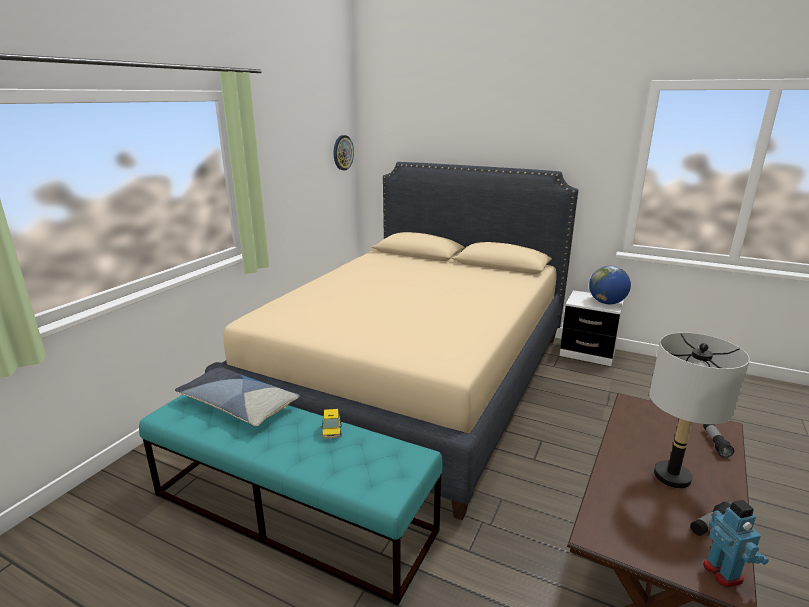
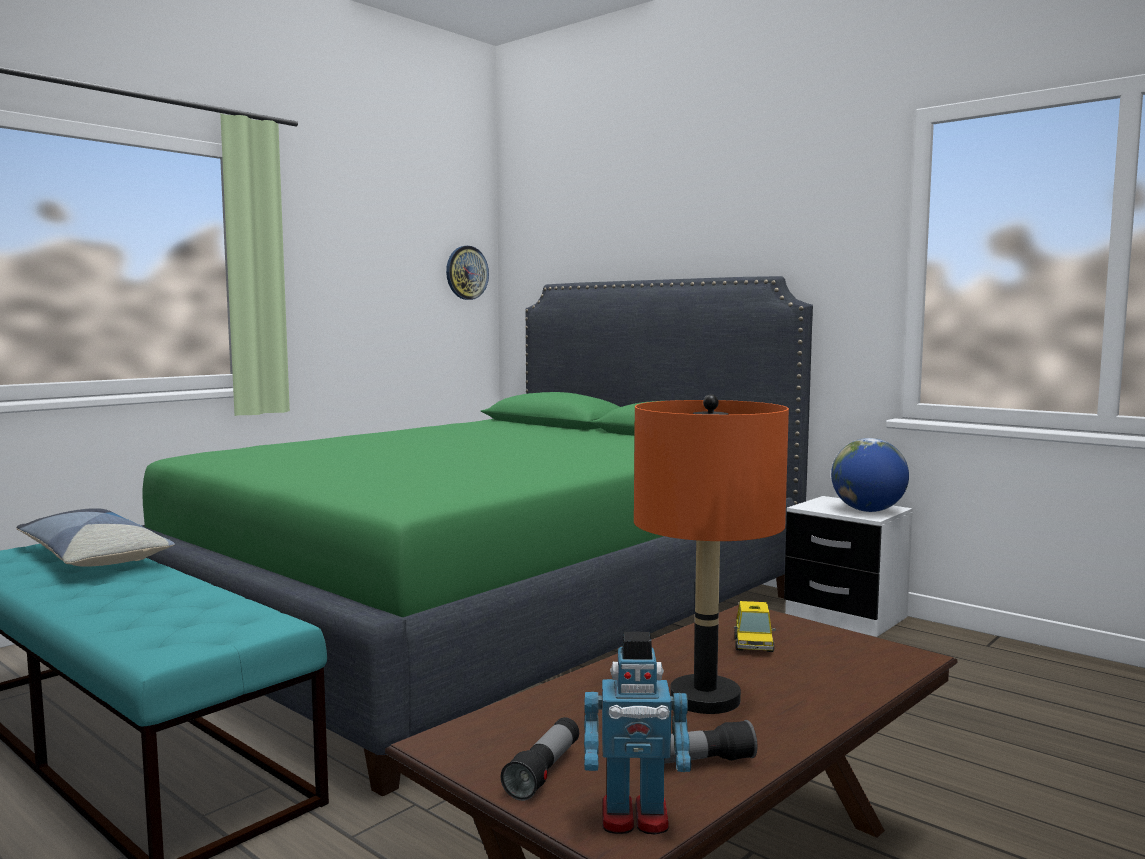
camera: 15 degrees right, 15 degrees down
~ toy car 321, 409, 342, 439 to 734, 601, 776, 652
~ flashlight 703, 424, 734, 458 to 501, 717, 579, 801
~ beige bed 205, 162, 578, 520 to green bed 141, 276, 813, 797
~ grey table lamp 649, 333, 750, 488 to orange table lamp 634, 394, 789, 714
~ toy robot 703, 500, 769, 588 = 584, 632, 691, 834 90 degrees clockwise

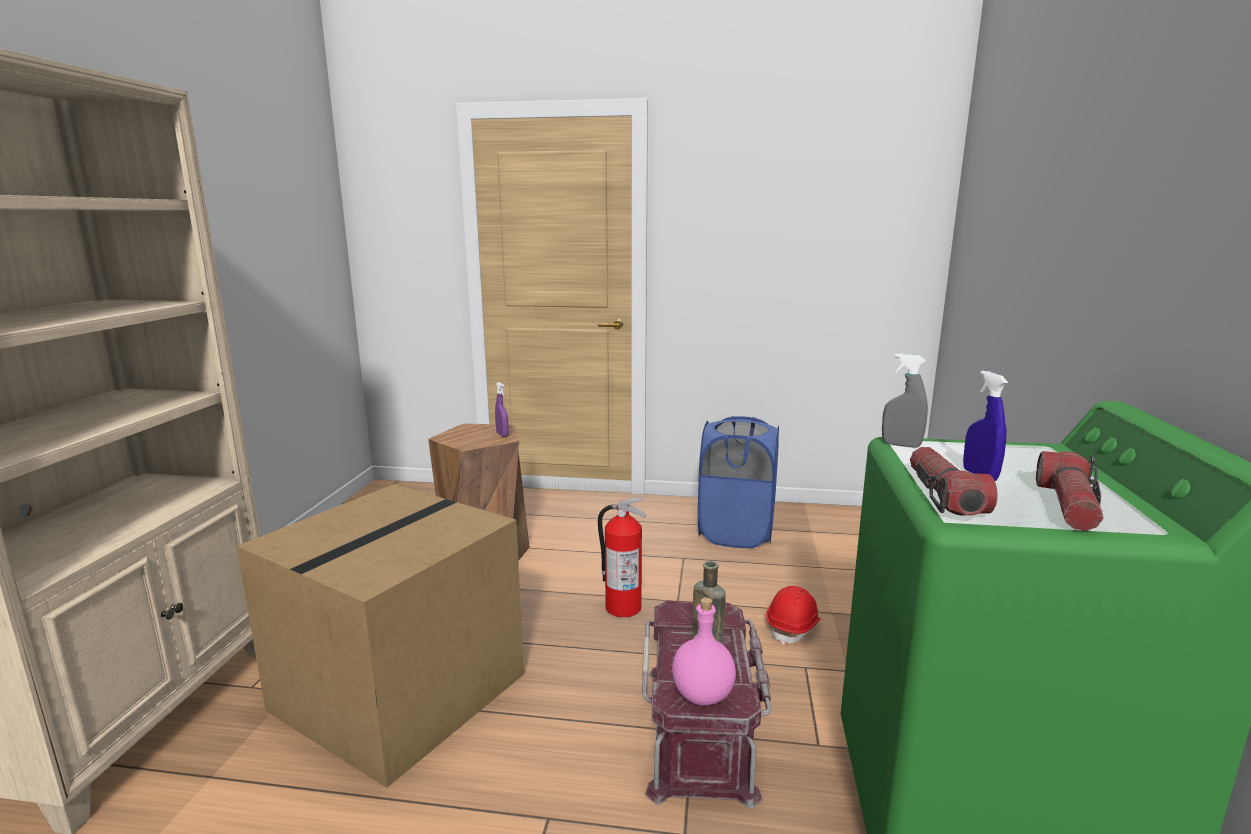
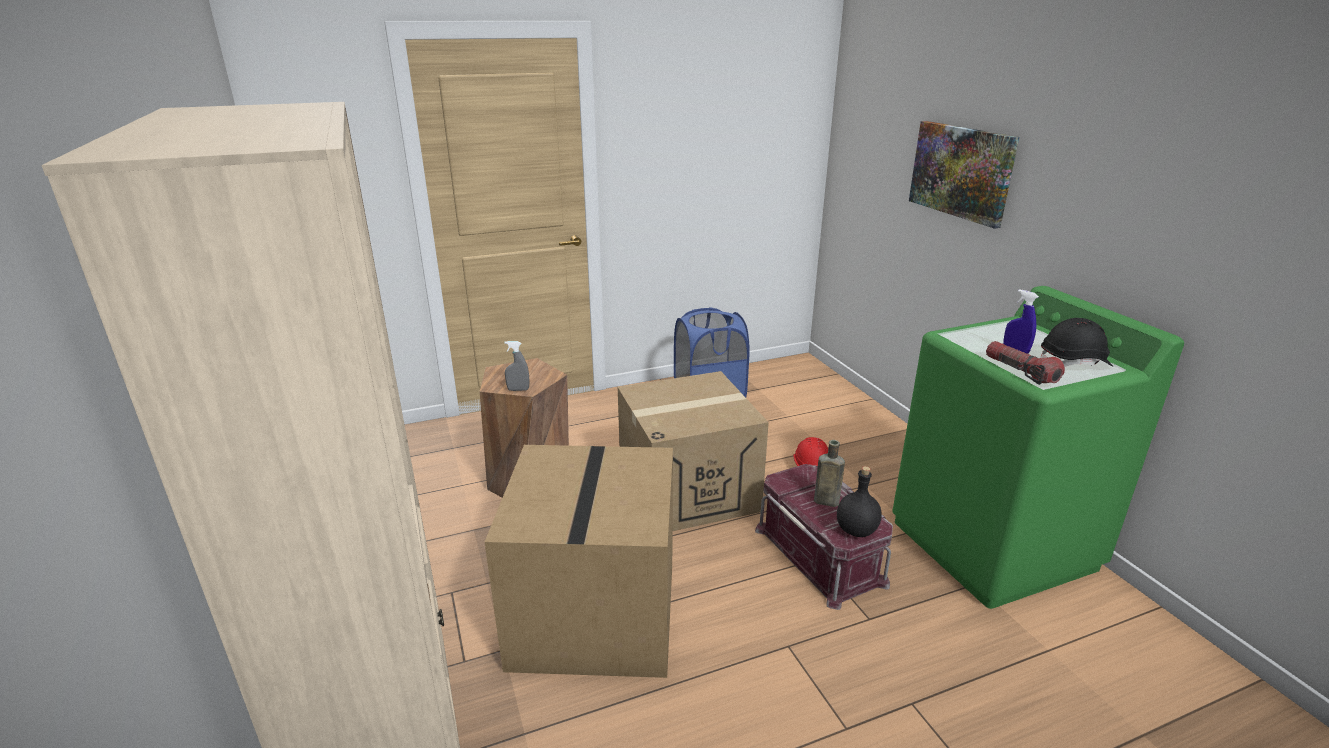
camera: 30 degrees left, 10 degrees up
- purple spray bottle 495, 382, 509, 437
+ picture 909, 121, 1019, 229
~ grey spray bottle 882, 353, 928, 448 to 504, 341, 530, 391
~ fire extinguisher 598, 497, 647, 617 to cardboard box 618, 371, 769, 531
~ flashlight 1036, 451, 1103, 531 to black hard hat 1040, 318, 1114, 367
~ pink bottle 672, 597, 736, 706 to black bottle 837, 466, 882, 537

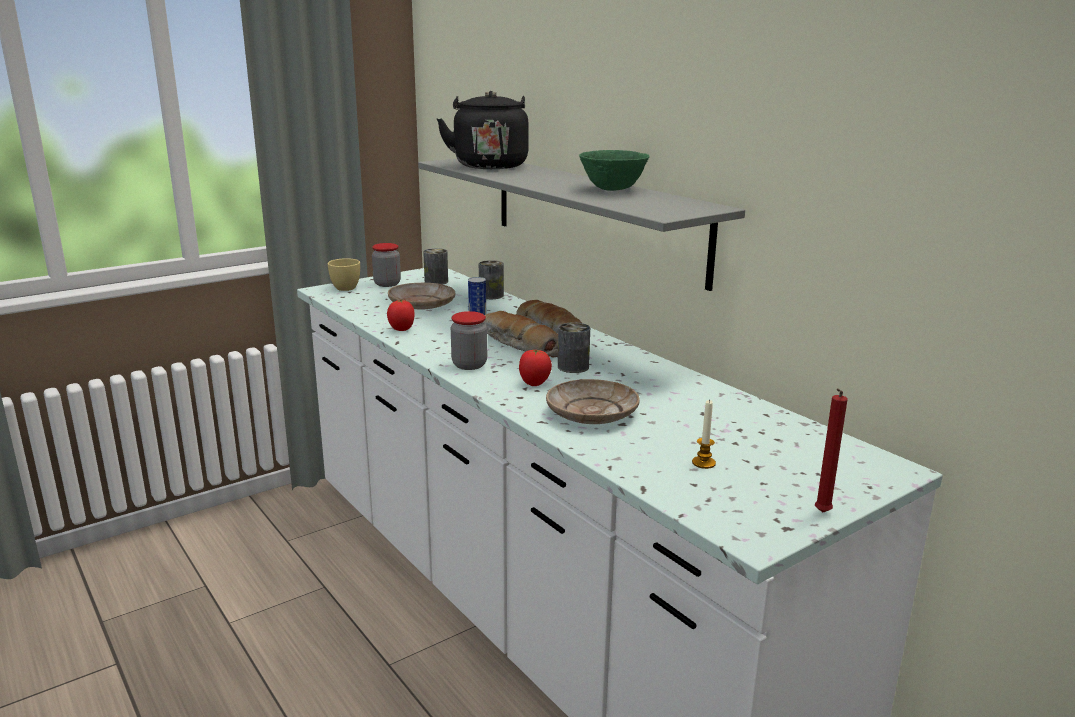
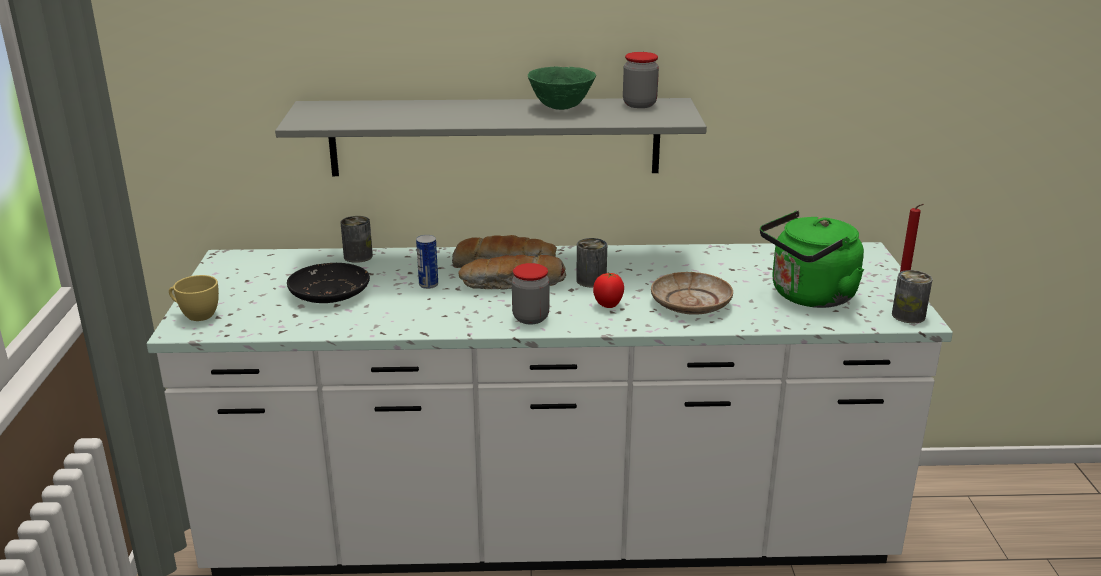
camera: 55 degrees left, 5 degrees up
- tomato 387, 299, 415, 331
- black kettle 437, 91, 529, 169
~ jar 372, 243, 401, 287 to 623, 52, 659, 108
~ can 423, 248, 448, 285 to 892, 270, 932, 323
~ candle 692, 399, 716, 469 to green kettle 760, 211, 864, 308
~ beige plate 388, 283, 455, 310 to black plate 287, 263, 370, 303

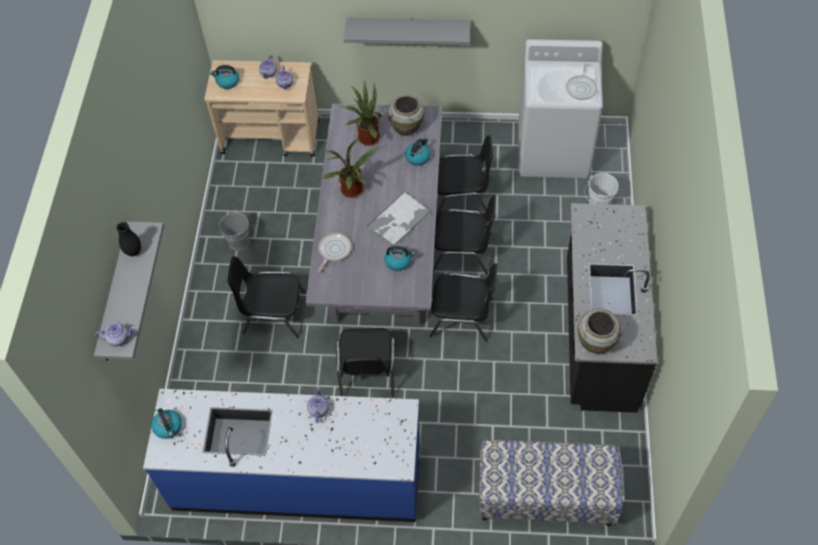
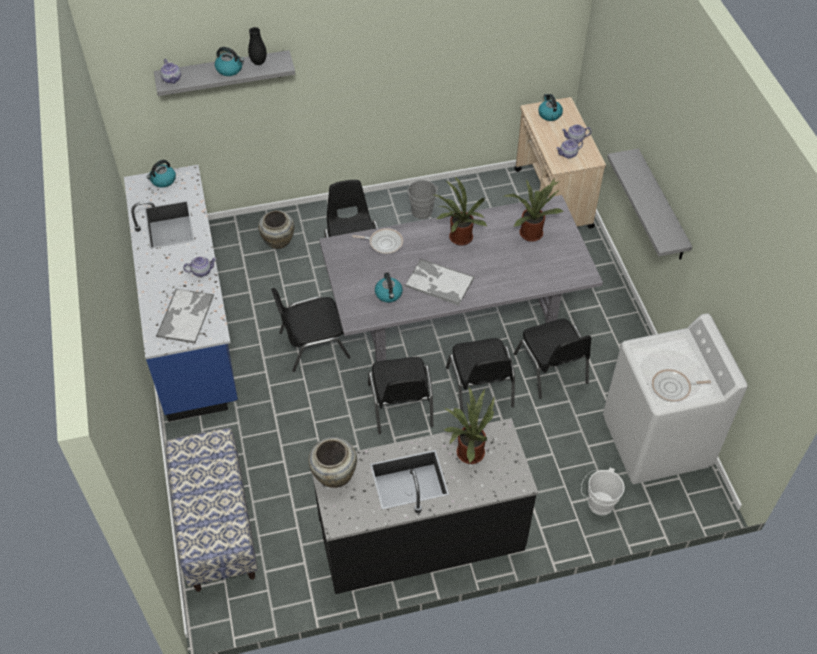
camera: 70 degrees right, 5 degrees down
+ tray 156, 289, 214, 344
+ potted plant 444, 386, 495, 464
~ beige vase 388, 95, 425, 136 to 258, 210, 294, 249
~ kettle 405, 138, 430, 166 to 215, 47, 244, 76

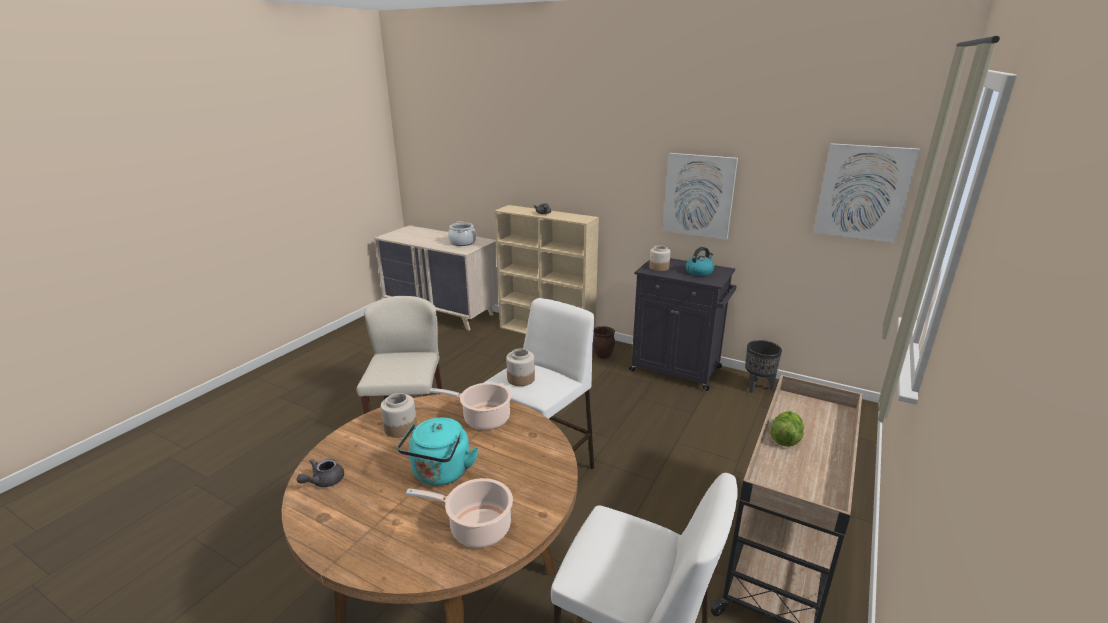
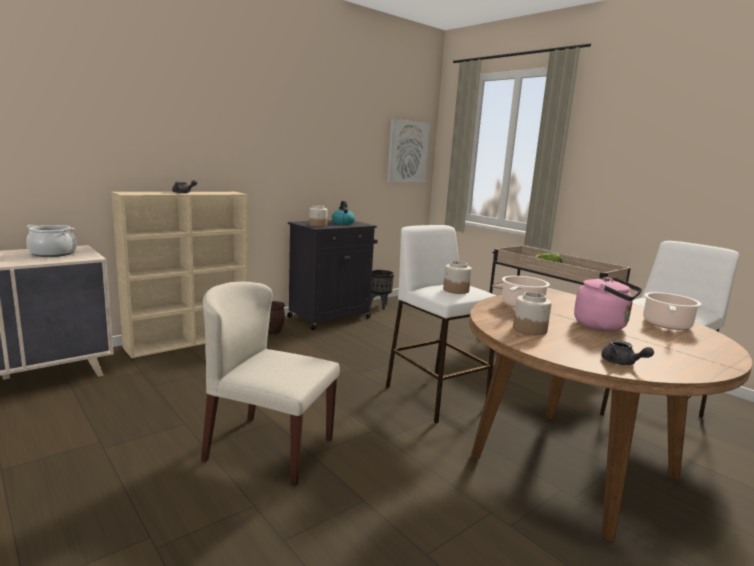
camera: 70 degrees left, 10 degrees down
- picture 663, 153, 738, 240
~ turquoise kettle 397, 418, 478, 486 to pink kettle 574, 277, 642, 331

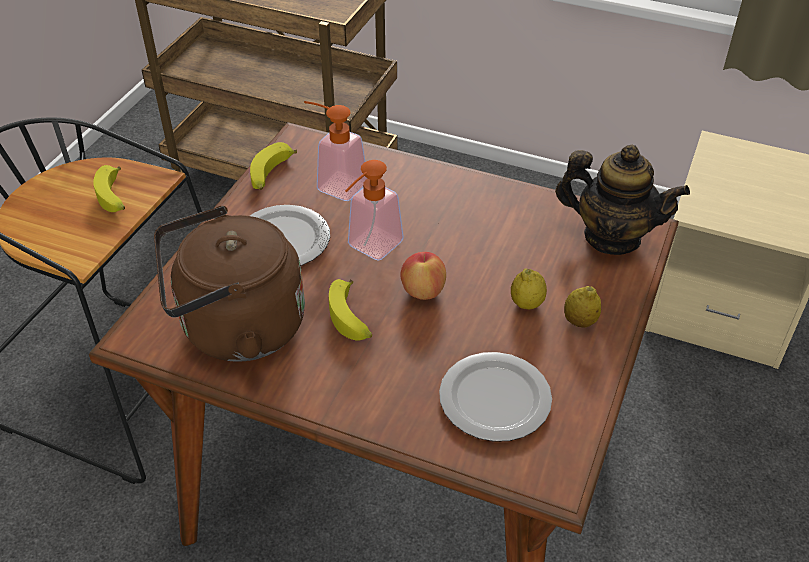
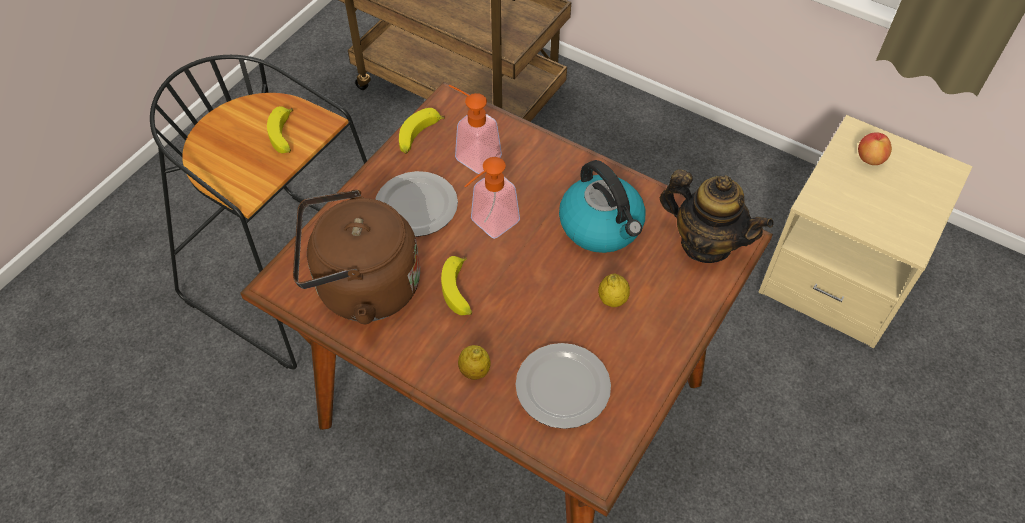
camera: 10 degrees right, 10 degrees up
+ kettle 559, 160, 646, 253
~ apple 400, 252, 446, 300 to 858, 133, 892, 165
~ lemon 564, 286, 601, 328 to 458, 345, 491, 380

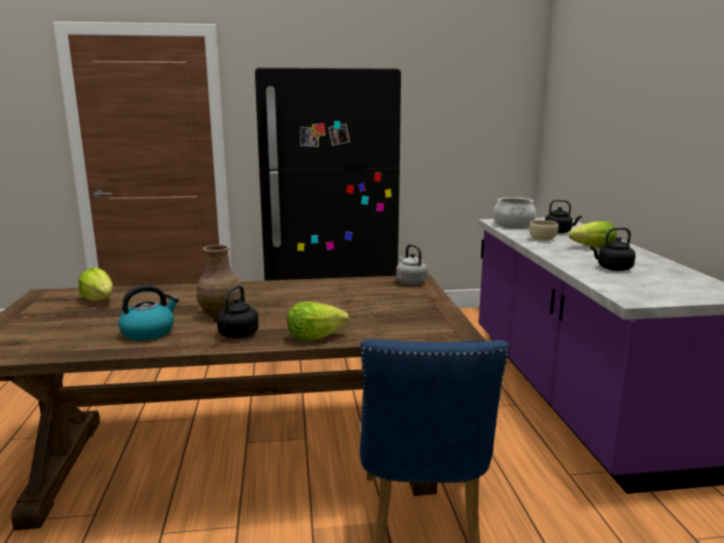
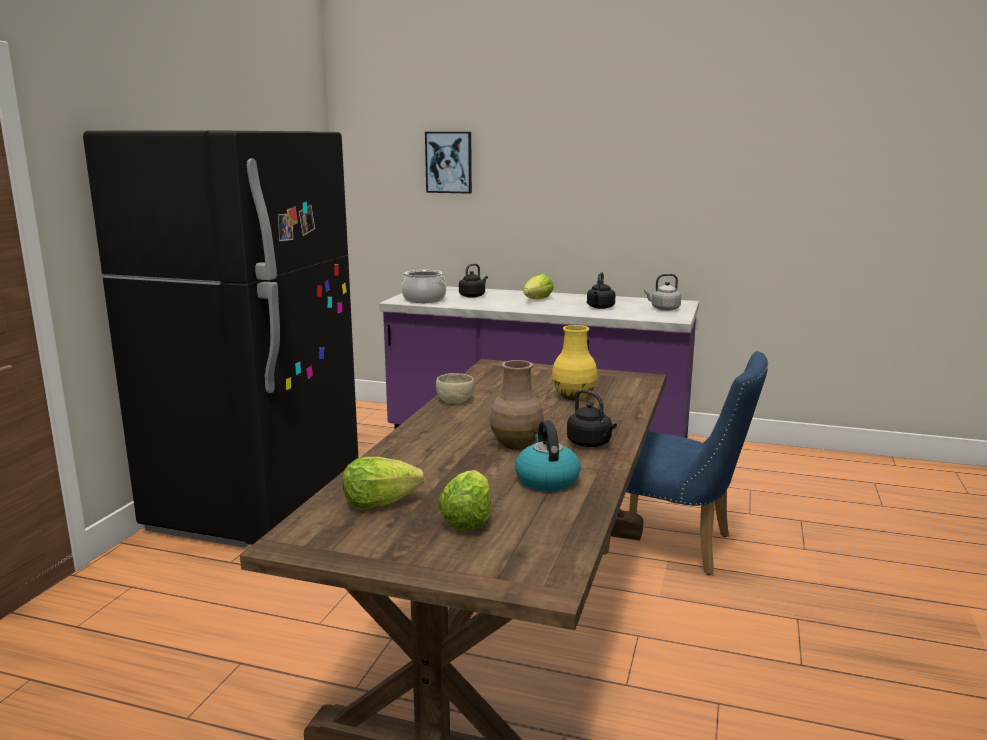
camera: 65 degrees left, 0 degrees up
+ picture 425, 132, 472, 194
+ yellow vase 552, 325, 598, 401
~ lettuce 287, 302, 349, 340 to 438, 470, 492, 530
~ grey kettle 396, 244, 428, 285 to 644, 274, 681, 311
~ beige bowl 529, 220, 559, 240 to 436, 373, 474, 404

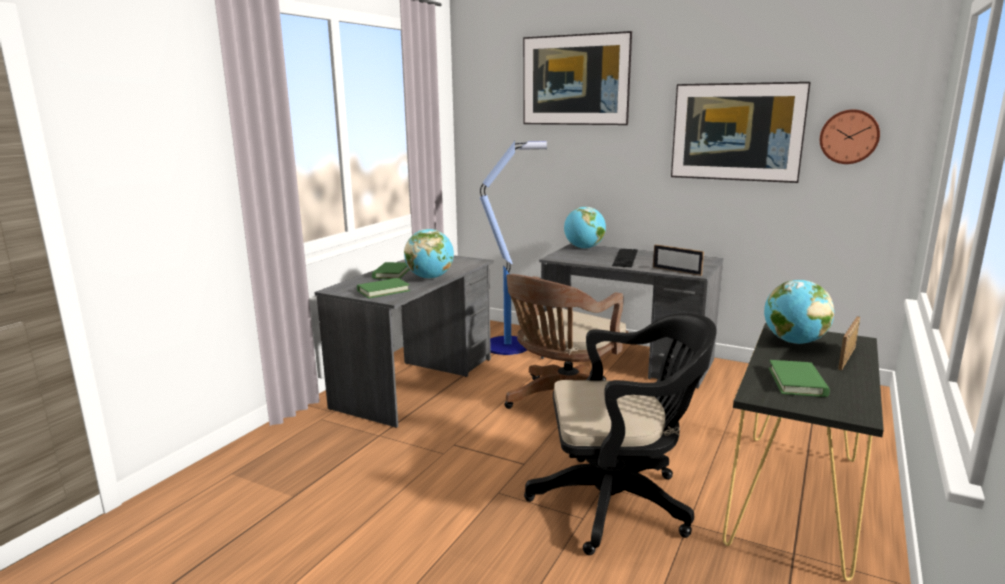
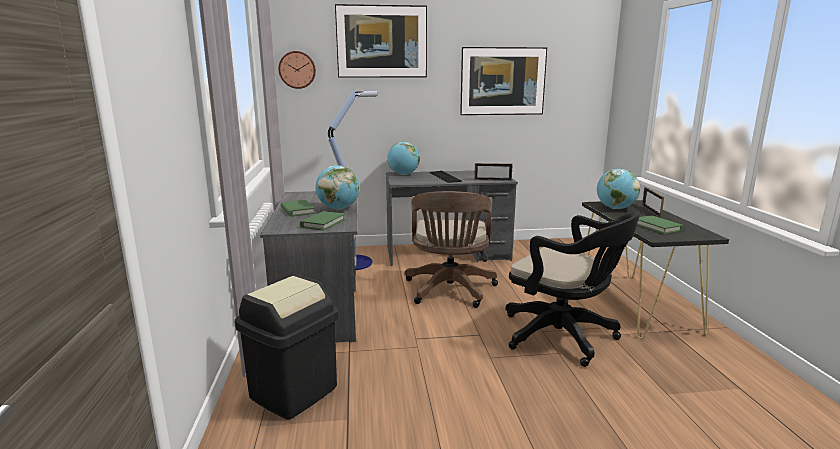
camera: 35 degrees left, 0 degrees up
+ black trash can 235, 274, 339, 419
~ wall clock 820, 109, 880, 164 to 278, 51, 316, 89
~ black office chair 524, 313, 716, 555 = 505, 212, 640, 367 75 degrees clockwise

